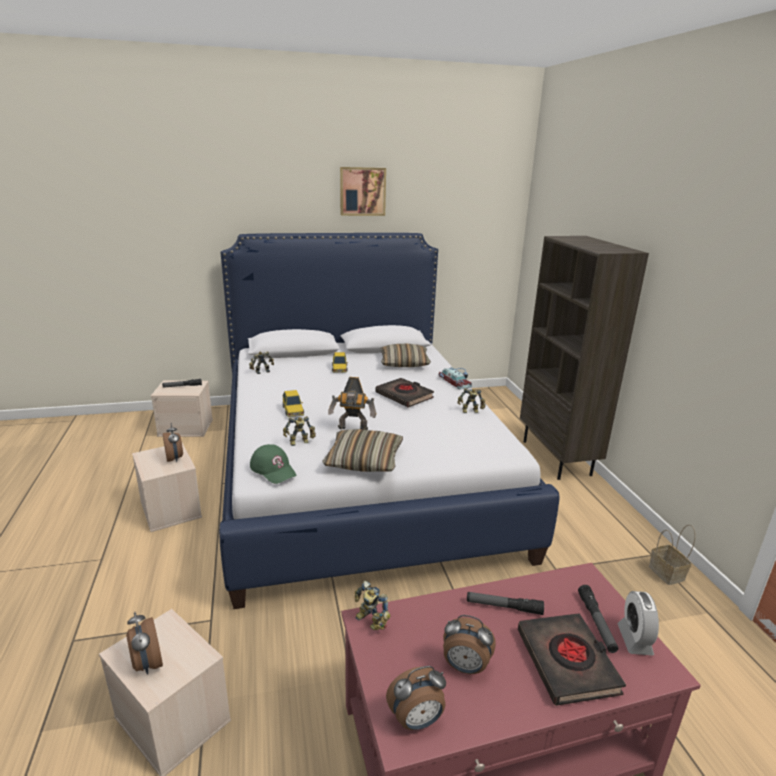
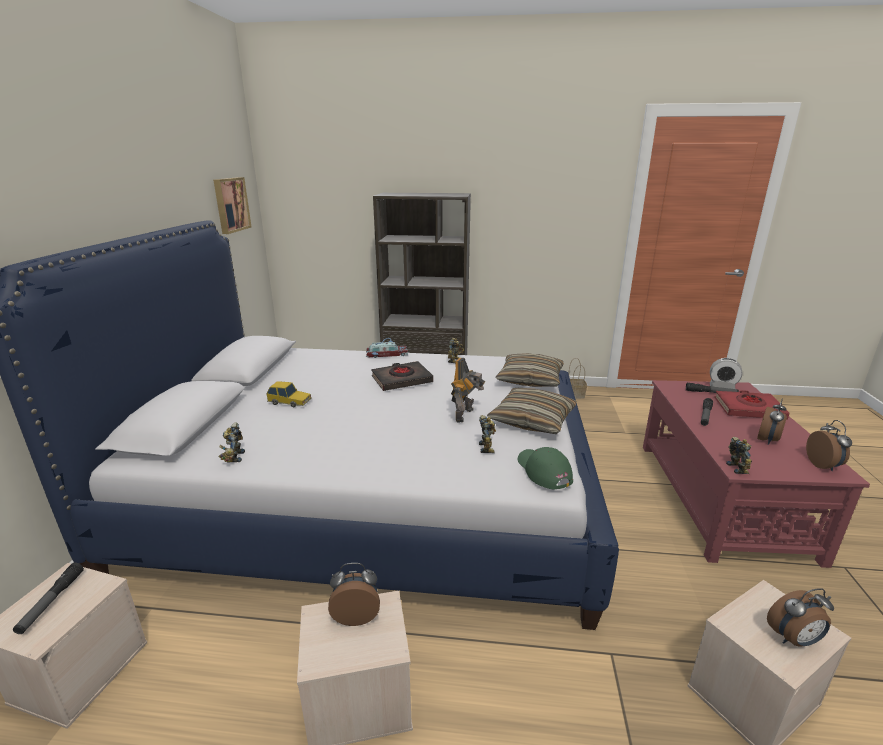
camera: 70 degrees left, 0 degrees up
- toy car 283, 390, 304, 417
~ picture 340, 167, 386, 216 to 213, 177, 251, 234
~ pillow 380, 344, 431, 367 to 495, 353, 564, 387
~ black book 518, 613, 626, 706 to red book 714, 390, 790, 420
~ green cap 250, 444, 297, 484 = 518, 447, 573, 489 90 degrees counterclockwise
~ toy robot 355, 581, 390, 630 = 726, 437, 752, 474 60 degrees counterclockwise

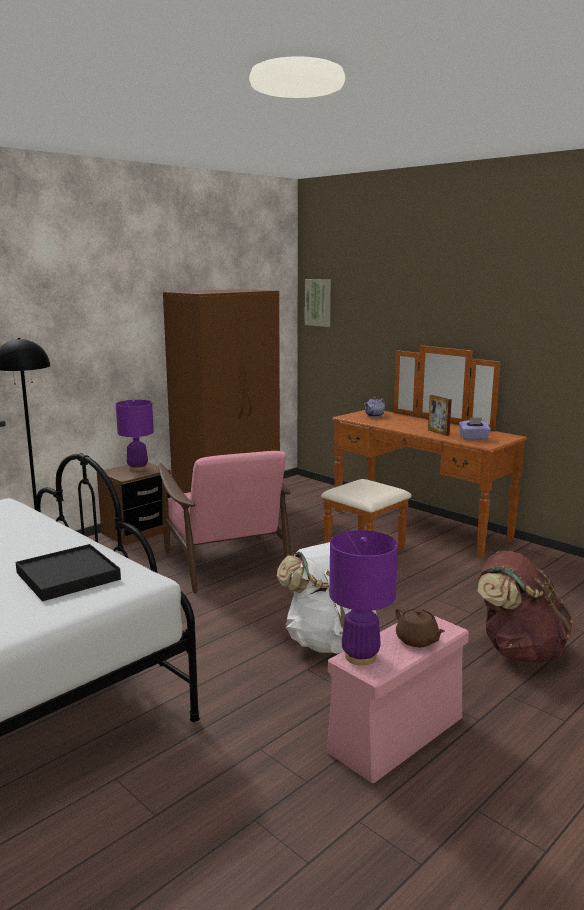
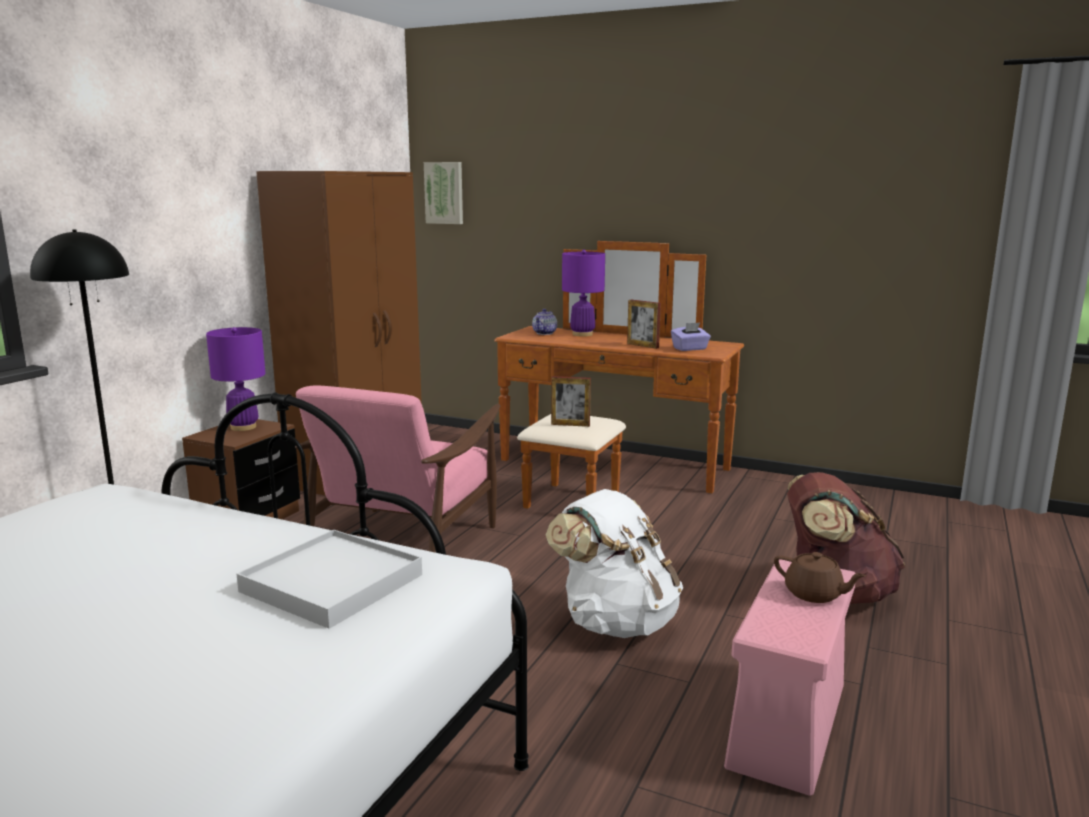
camera: 20 degrees left, 0 degrees up
+ picture frame 551, 376, 591, 427
~ purple table lamp 329, 530, 398, 666 to 562, 250, 605, 337
~ black tray 16, 544, 121, 601 to white tray 237, 530, 422, 629
~ pink armchair 158, 451, 291, 593 = 295, 385, 500, 553 60 degrees clockwise

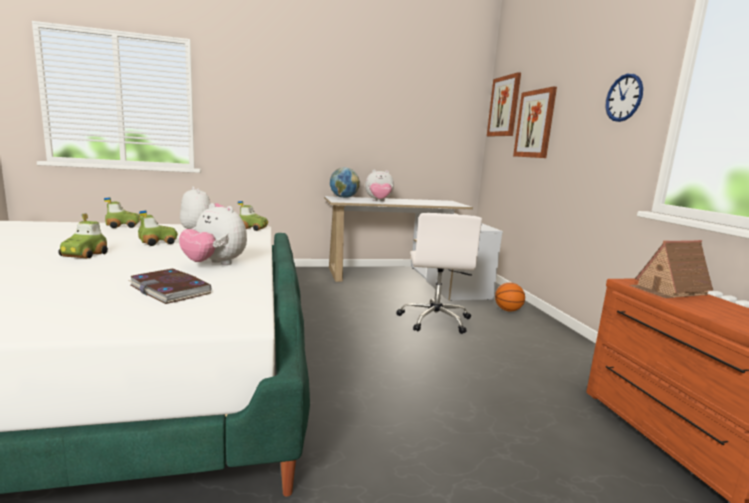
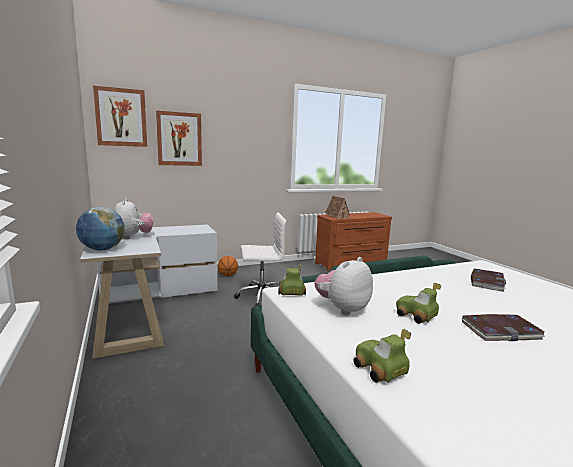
camera: 100 degrees left, 0 degrees up
- plush toy 179, 203, 247, 265
- wall clock 605, 74, 643, 122
~ toy car 58, 213, 108, 258 to book 462, 314, 545, 341

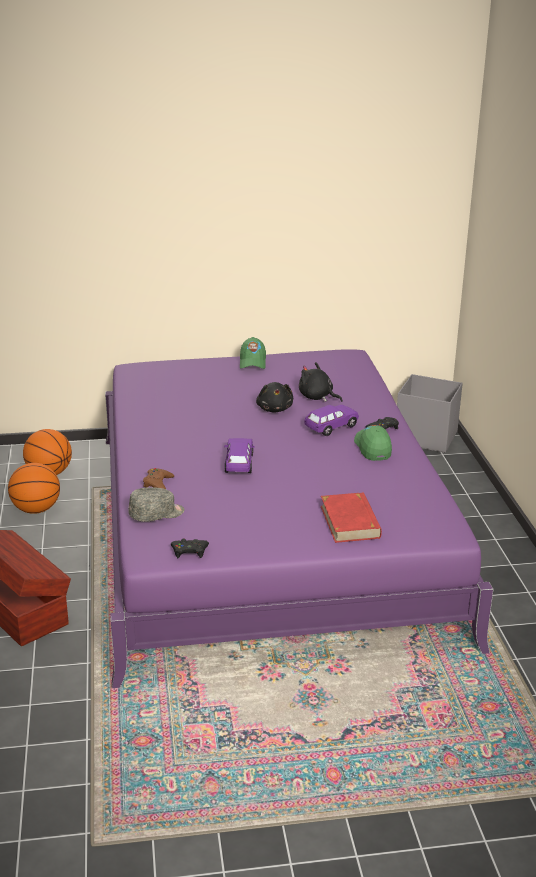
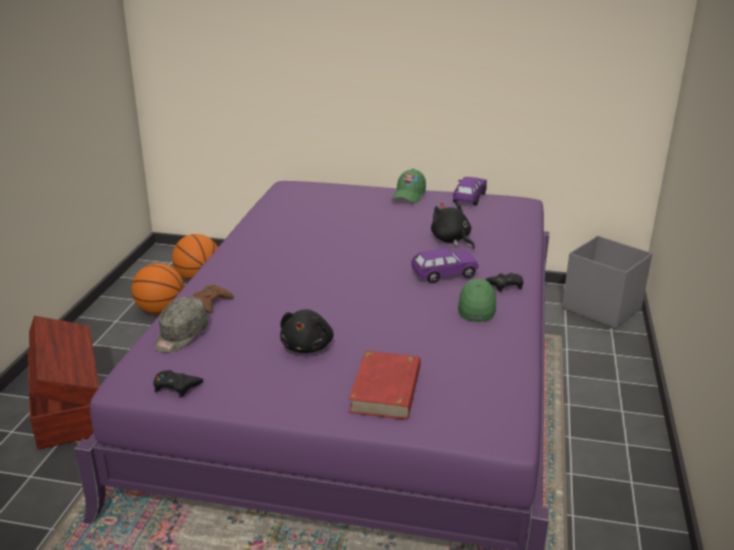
camera: 20 degrees right, 0 degrees up
~ purple toy car 224, 438, 255, 473 to 453, 177, 487, 206
~ black plush toy 256, 382, 293, 413 to 280, 309, 334, 353
~ grey cap 128, 487, 185, 522 = 155, 296, 209, 353 120 degrees clockwise

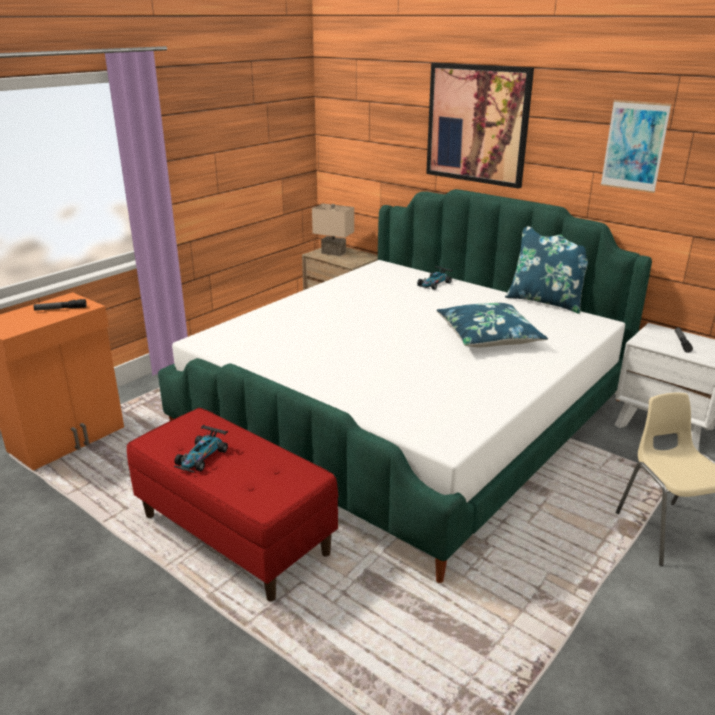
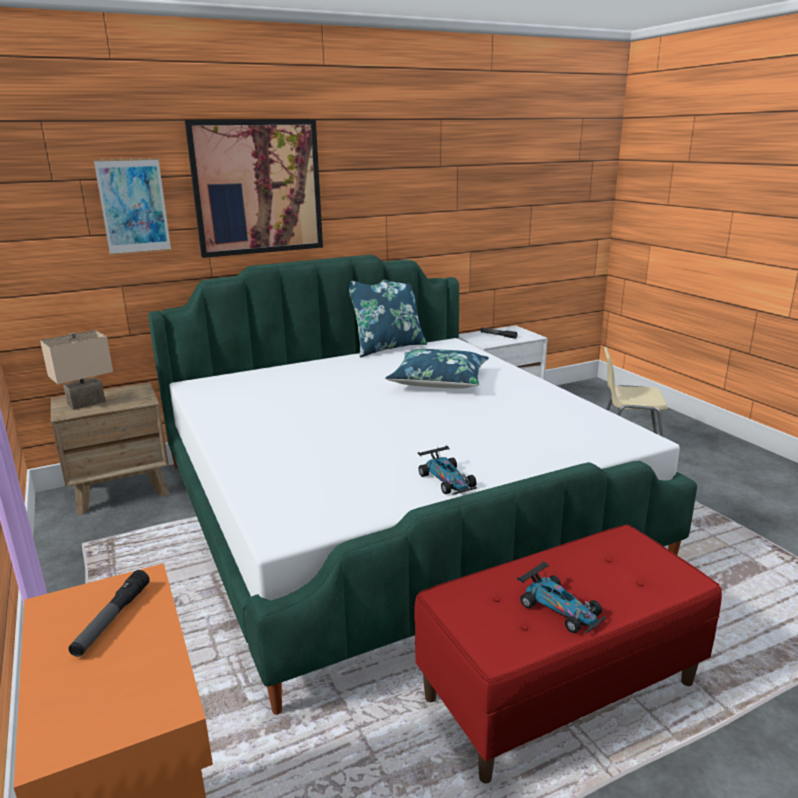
camera: 65 degrees left, 5 degrees down
~ toy car 417, 266, 453, 290 to 418, 446, 477, 495
~ picture 601, 100, 672, 193 to 94, 158, 171, 255

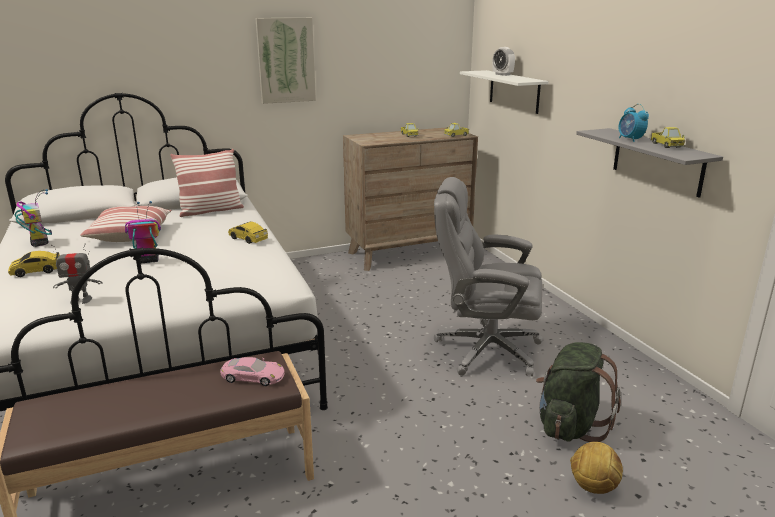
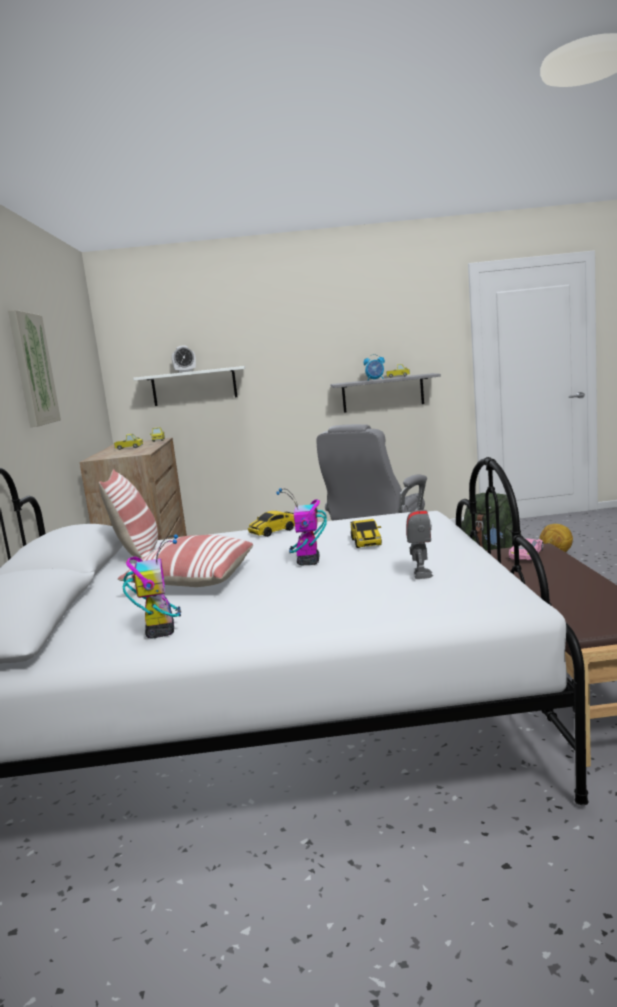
camera: 70 degrees left, 10 degrees down
~ toy car 8, 251, 60, 277 to 350, 519, 382, 548
~ toy robot 15, 189, 52, 247 = 123, 534, 181, 638 90 degrees clockwise

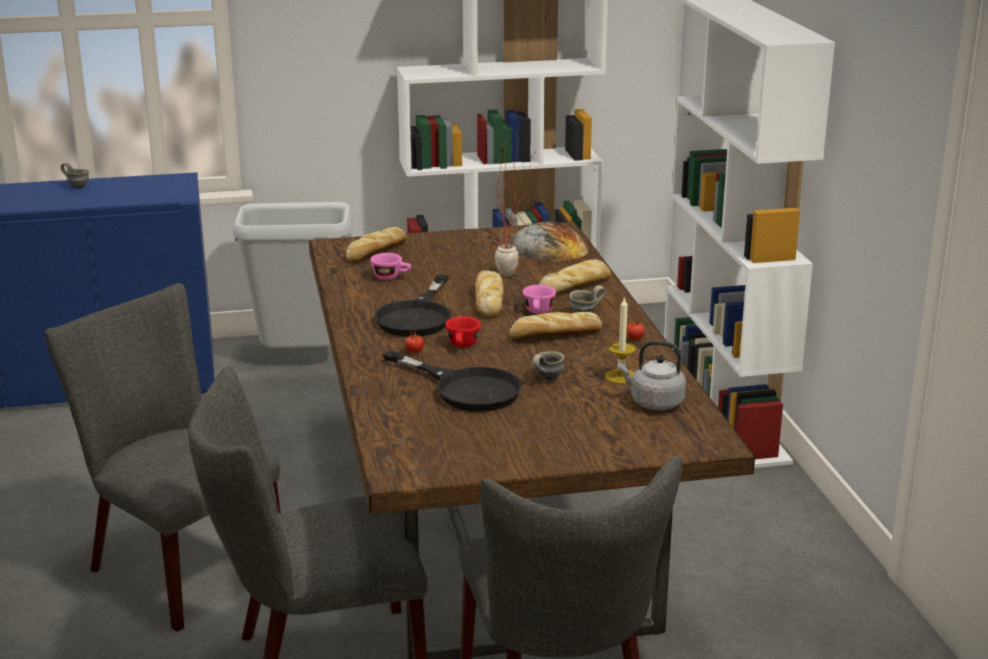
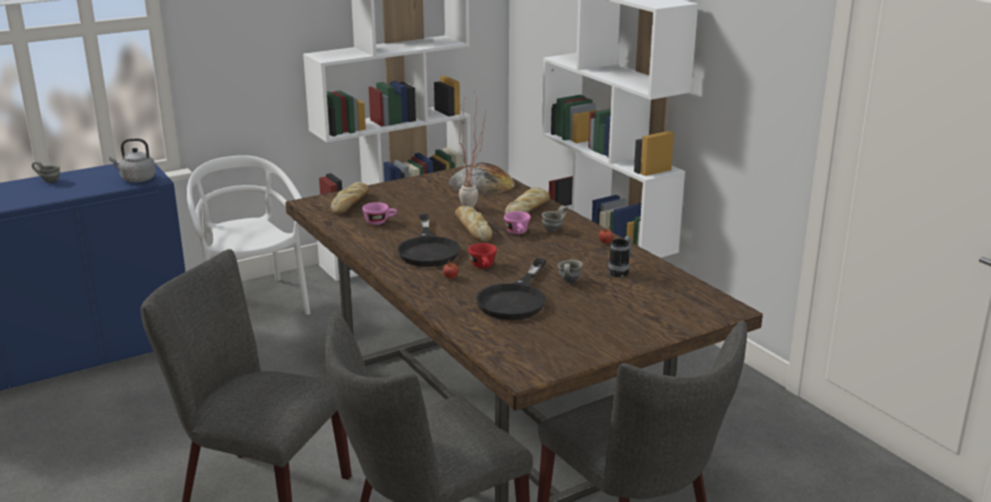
camera: 20 degrees left, 0 degrees up
- bread 509, 312, 602, 341
~ grey kettle 619, 341, 686, 410 to 109, 138, 156, 182
~ grey trash can 233, 202, 353, 348 to white chair 187, 155, 310, 315
~ candle 605, 296, 636, 384 to mug 608, 236, 632, 277
~ black frying pan 383, 350, 522, 412 = 476, 258, 546, 320 90 degrees clockwise

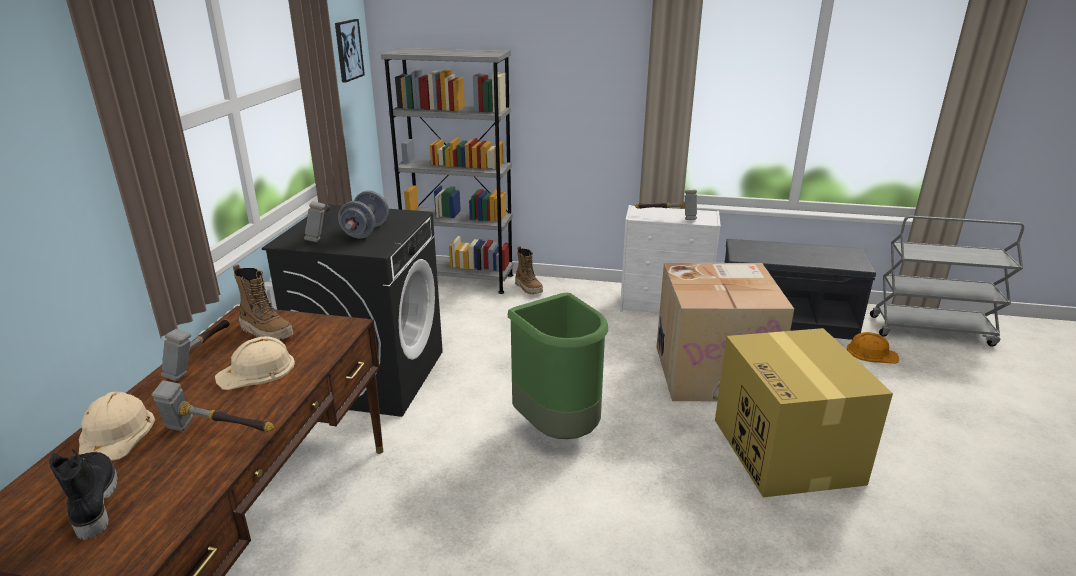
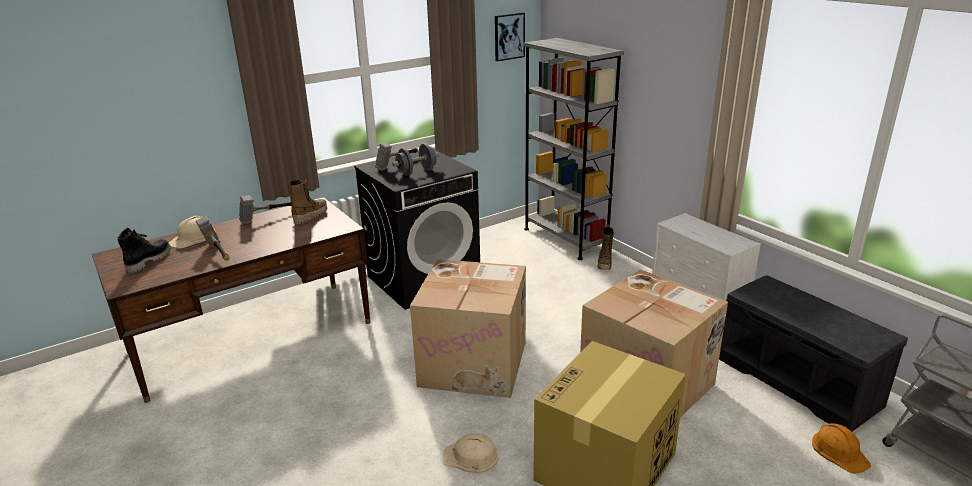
camera: 45 degrees right, 0 degrees up
- hammer 635, 190, 697, 220
~ beige hard hat 215, 336, 295, 390 to 442, 433, 498, 473
~ green trash can 508, 293, 608, 439 to cardboard box 410, 259, 526, 398
~ boot 233, 264, 294, 341 = 287, 180, 327, 224 135 degrees counterclockwise

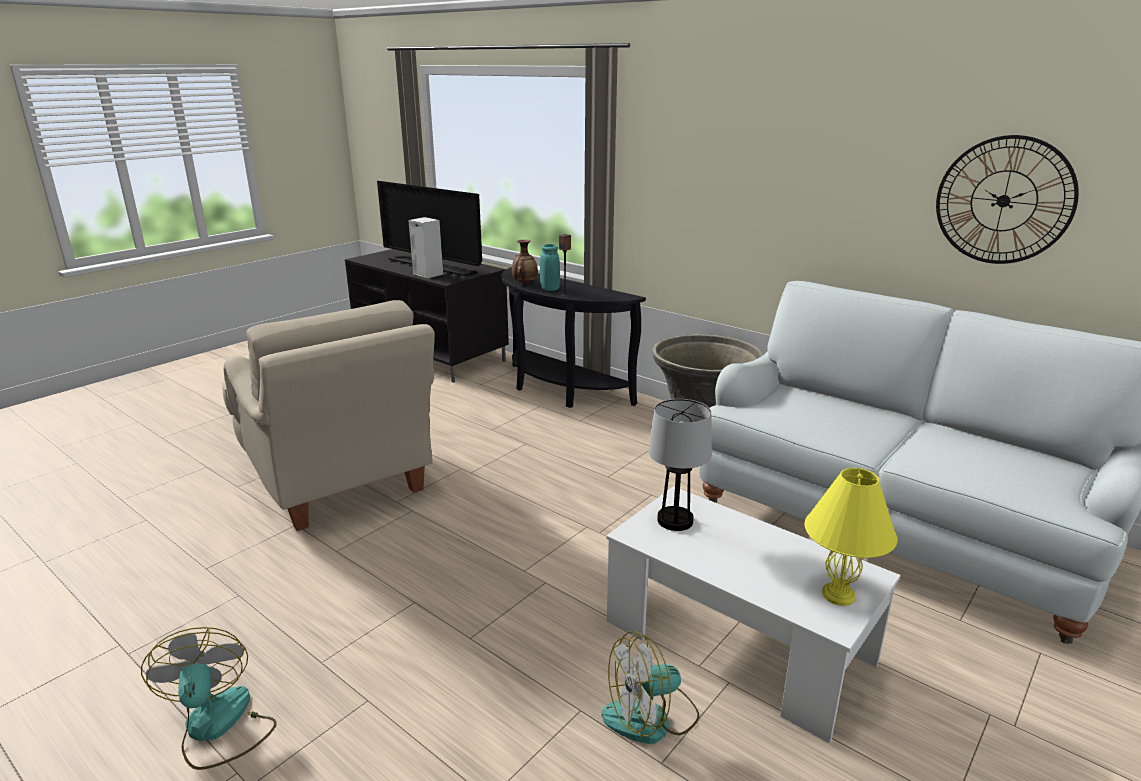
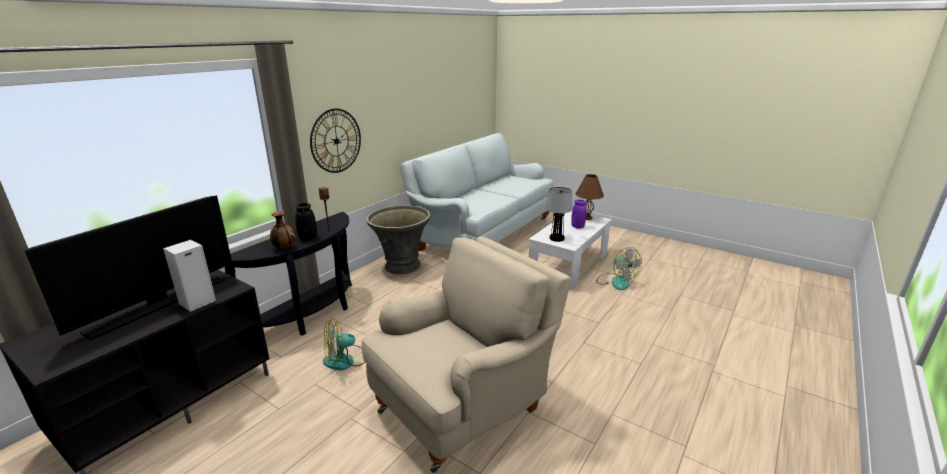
camera: 95 degrees left, 0 degrees up
+ purple vase 571, 199, 587, 229
~ fan 141, 627, 277, 770 to 323, 318, 366, 370
~ wall clock 936, 135, 1079, 264 to 310, 109, 361, 173
~ turquoise vase 540, 244, 560, 291 to black vase 295, 203, 317, 241
~ yellow table lamp 805, 468, 898, 606 to brown table lamp 576, 174, 604, 220

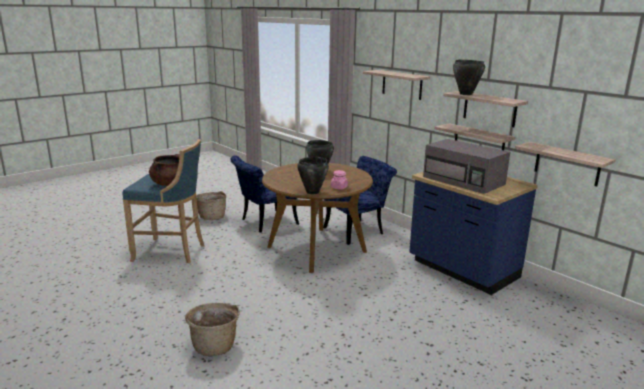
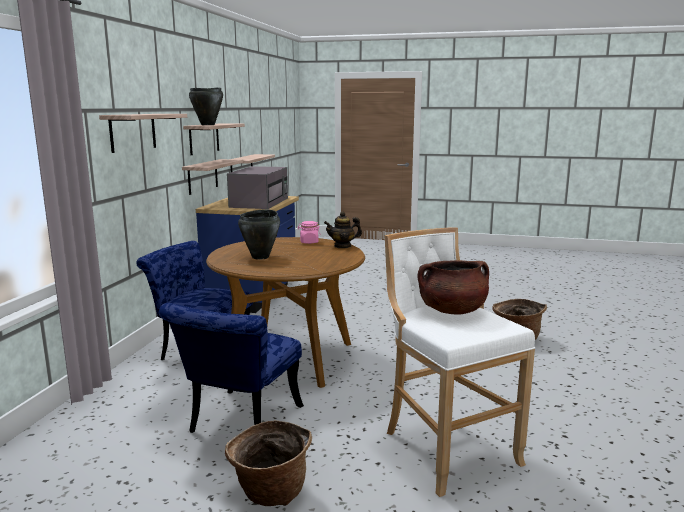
camera: 125 degrees left, 5 degrees down
~ black cooking pot 297, 157, 329, 194 to teapot 324, 212, 362, 248
~ blue stool 123, 139, 204, 263 to white stool 384, 227, 535, 497
~ blue chair 231, 155, 299, 233 = 159, 303, 304, 433 90 degrees clockwise

